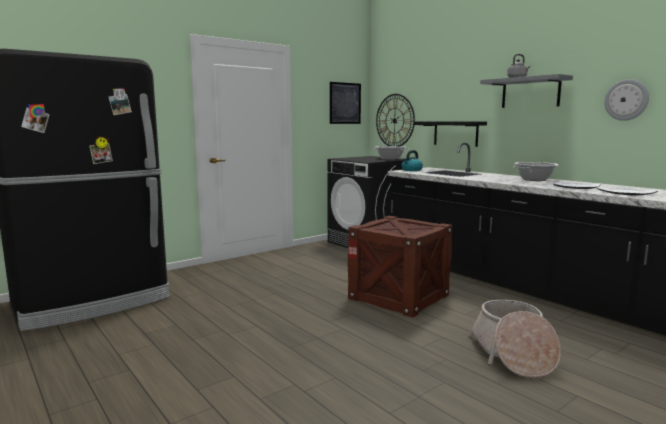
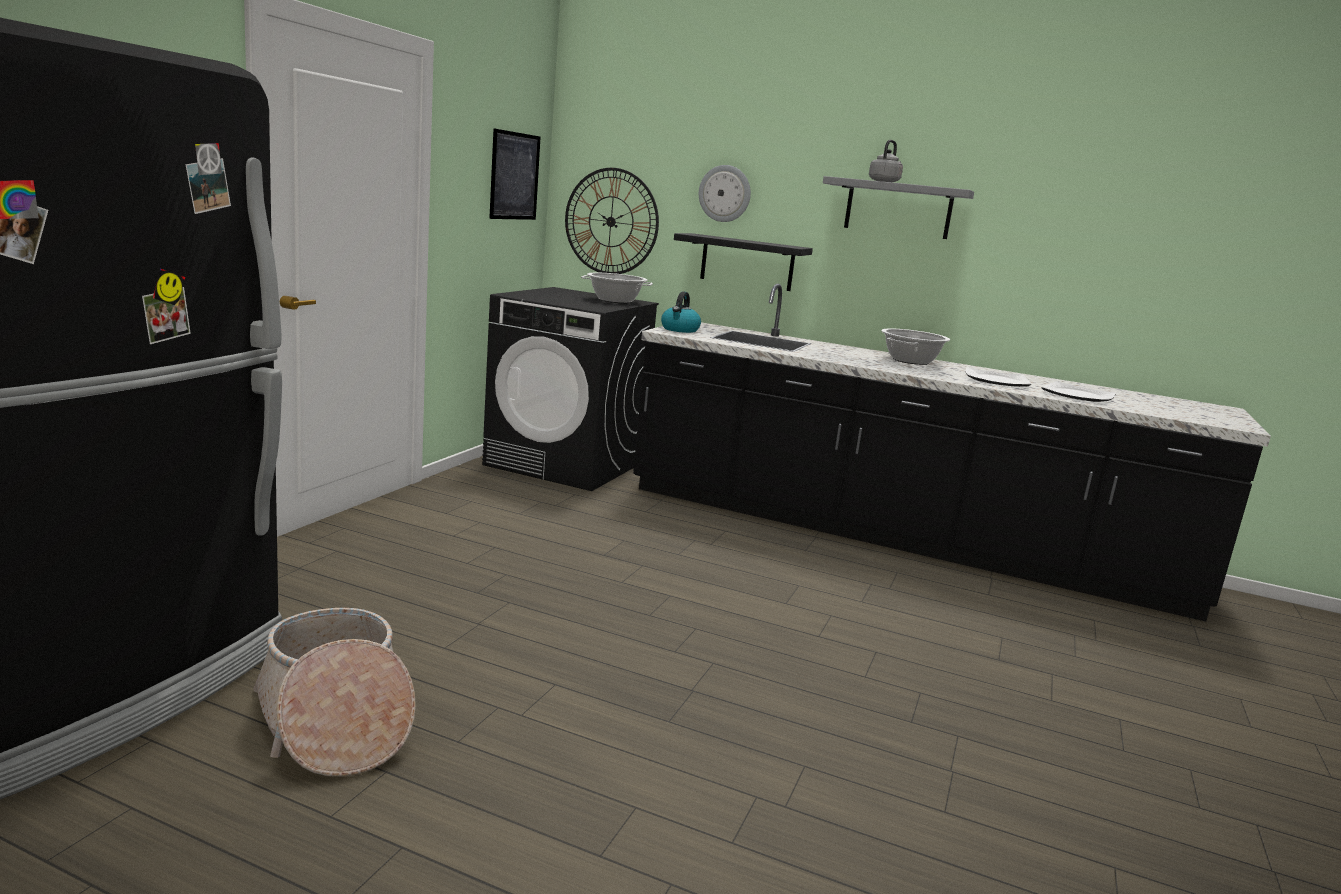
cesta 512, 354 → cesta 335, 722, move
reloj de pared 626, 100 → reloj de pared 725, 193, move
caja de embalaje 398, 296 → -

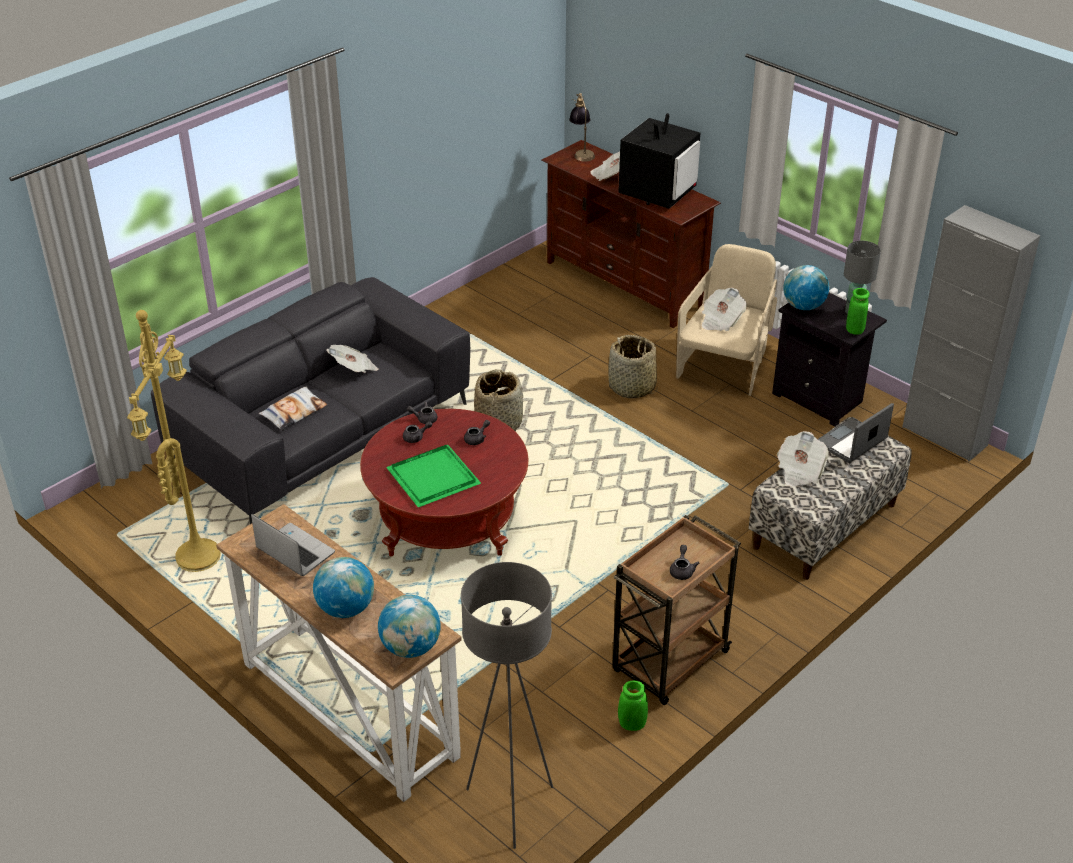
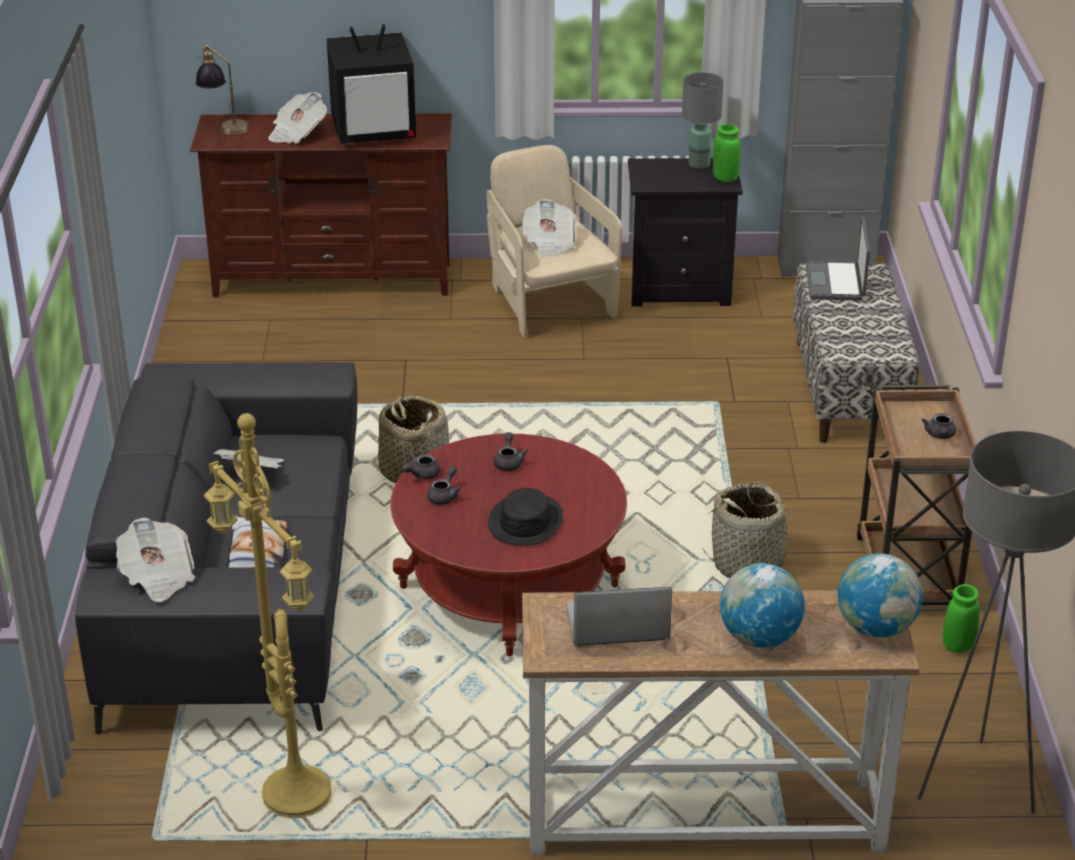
periódico 800, 471 → periódico 157, 577, move
televisor 658, 192 → televisor 374, 130, 90 degrees clockwise
bandeja [verde] 431, 477 → sombrero [negro] 525, 521
cesta 632, 387 → cesta 749, 563, move
tetera [gris] 682, 570 → tetera [gris] 940, 435, 135 degrees counterclockwise
globo terráqueo 803, 306 → -

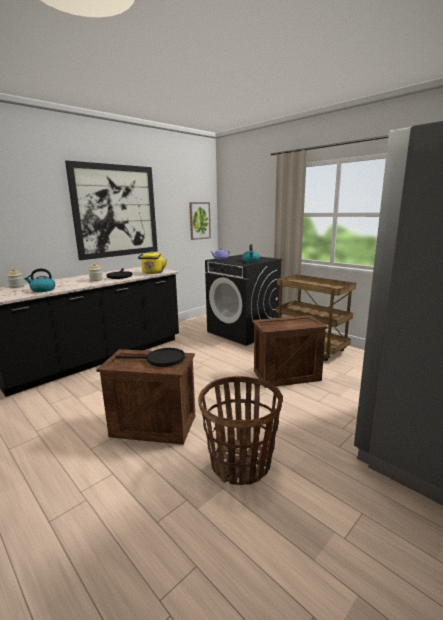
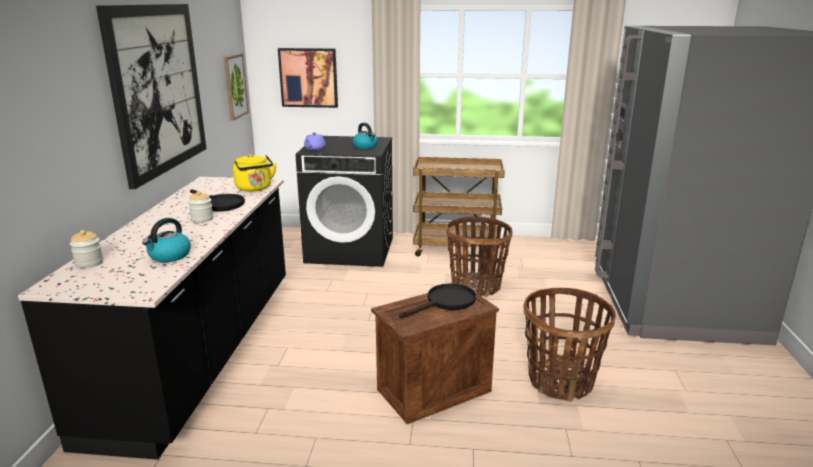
- → cuadro 308, 77
caja de embalaje 286, 375 → cesta 476, 286

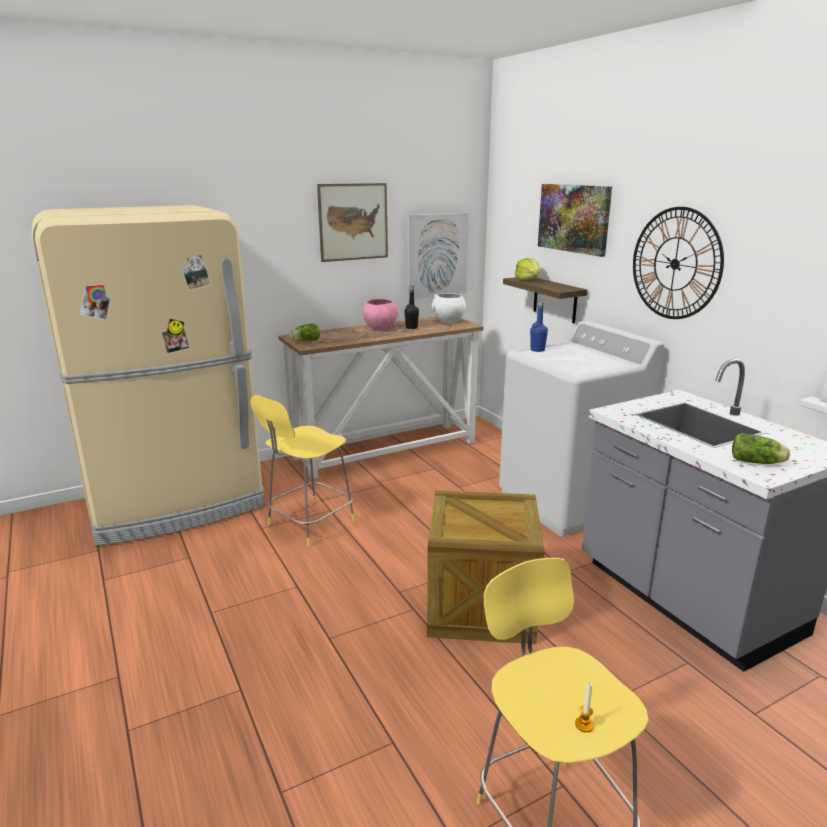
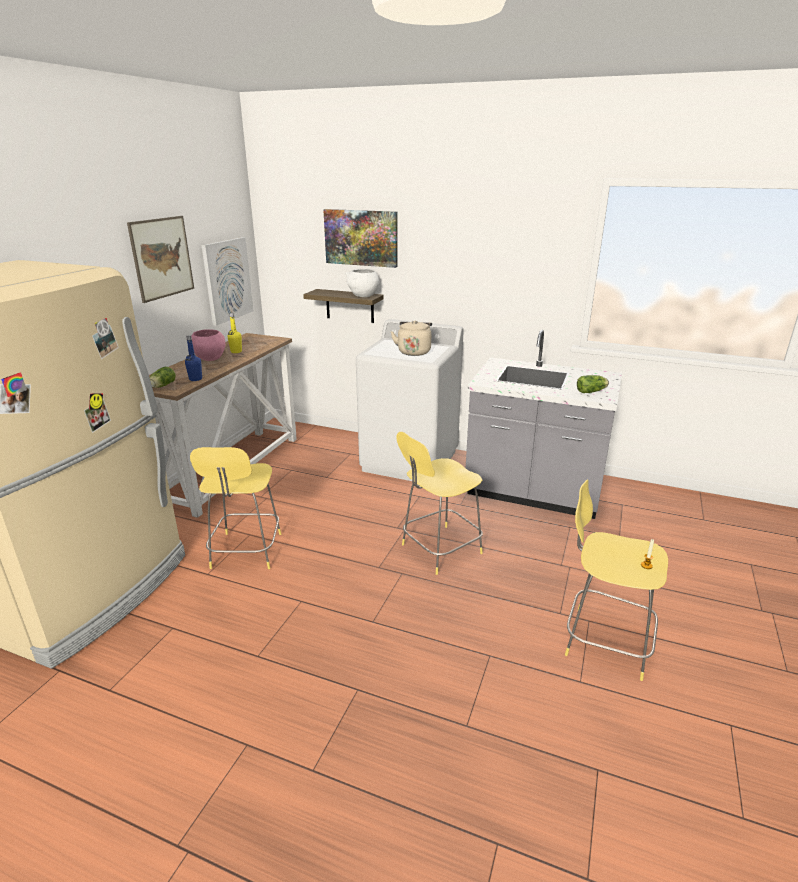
botella [azul] 537, 350 → botella [azul] 195, 379, move
botella [negro] 411, 327 → botella [amarillo] 236, 351
cuenco [blanco] 448, 321 → cuenco [blanco] 363, 296, move
- → hervidor [beis] 414, 351
caja de embalaje 481, 606 → taburete [amarillo] 439, 550
lechuga 528, 280 → -
reloj de pared 675, 264 → -

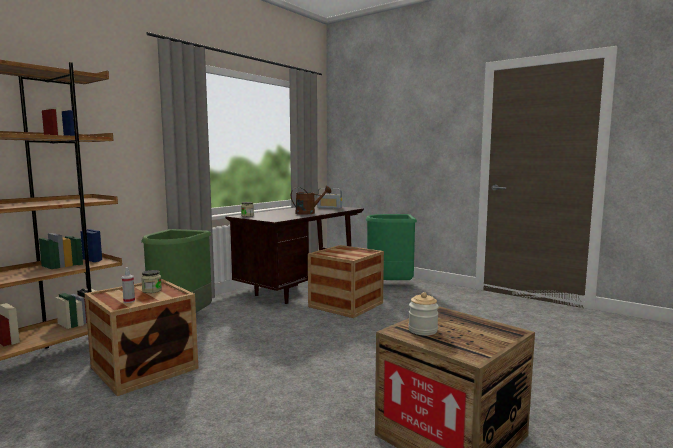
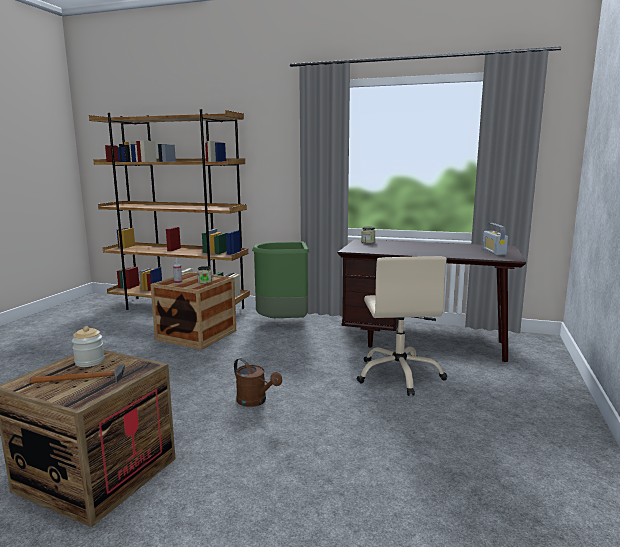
- → martillo 83, 379
regadera [marrón] 309, 213 → regadera [marrón] 255, 401, move
caja de embalaje 346, 305 → silla de oficina [beis] 399, 375
papelera [verde] 391, 285 → -

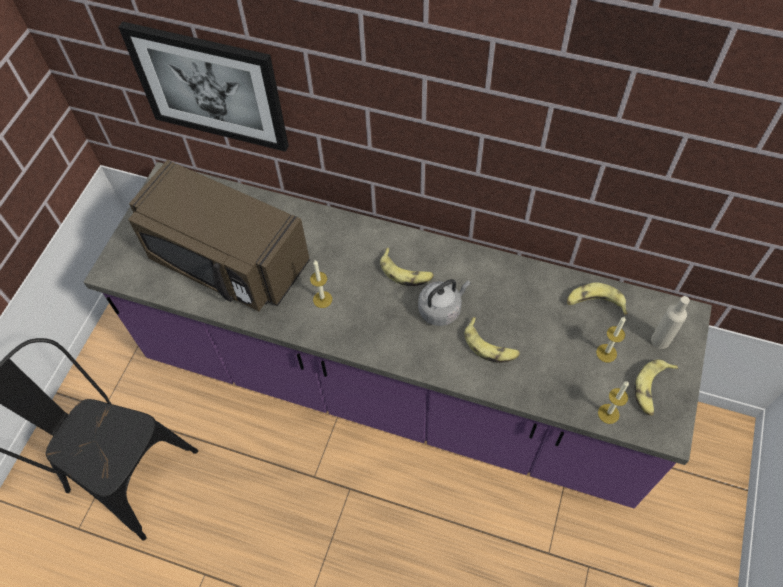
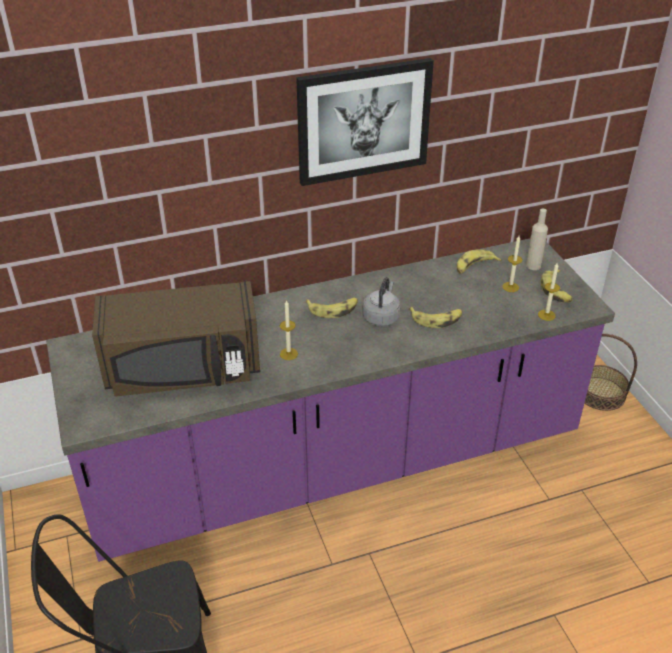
cuadro 209, 86 → cuadro 363, 121, move
- → cesta 601, 393

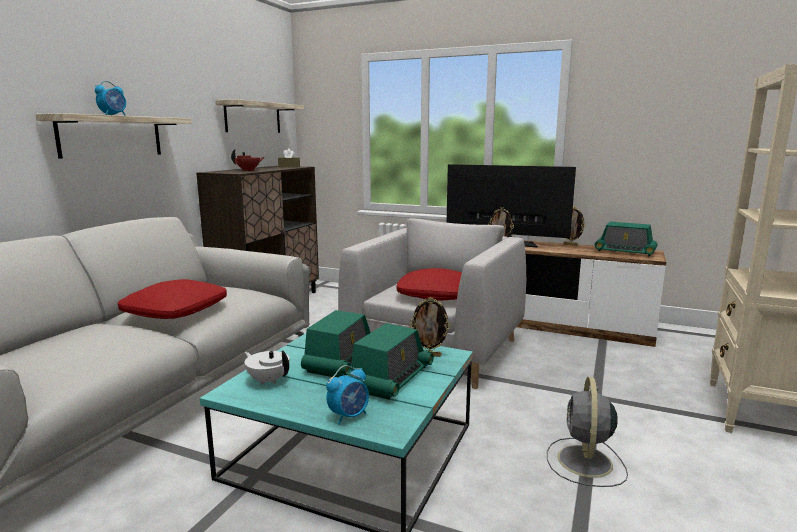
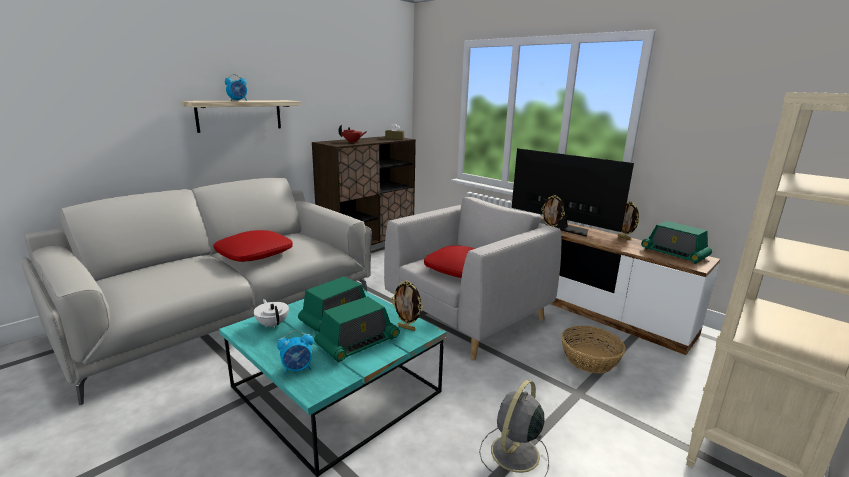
- → cesta 590, 360
estante 253, 117 → -

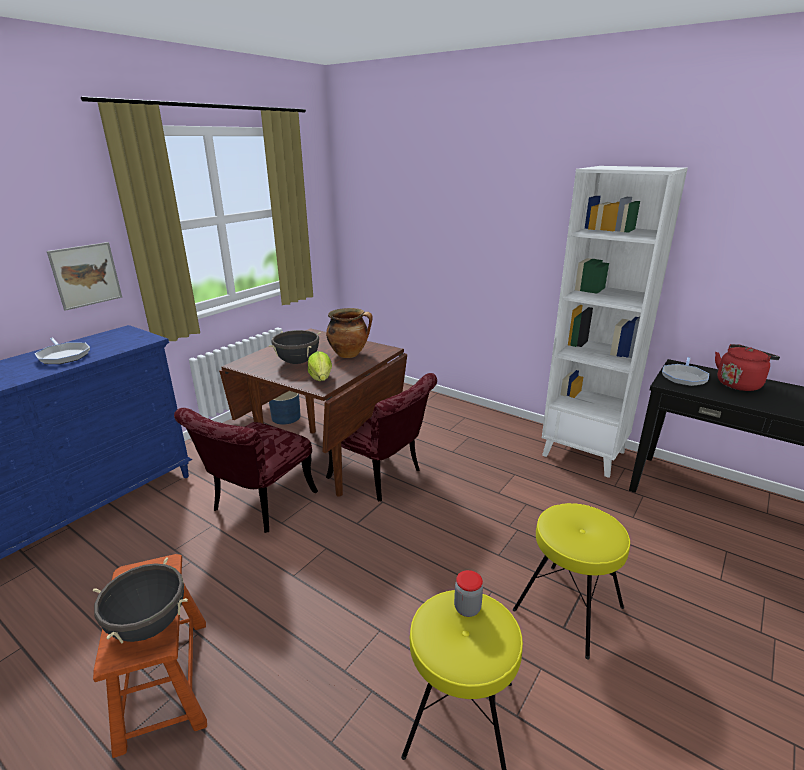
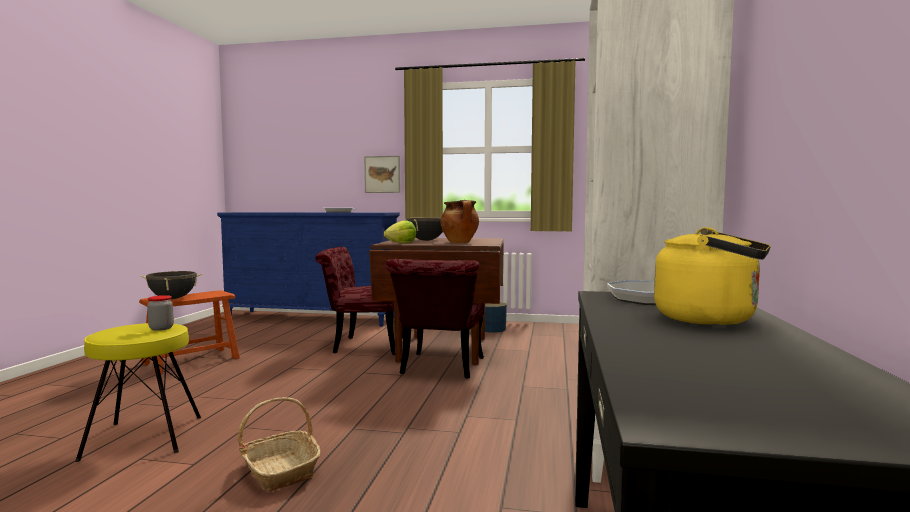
taburete [amarillo] 567, 608 → cesta 280, 470
hervidor [rojo] 739, 384 → hervidor [amarillo] 711, 319

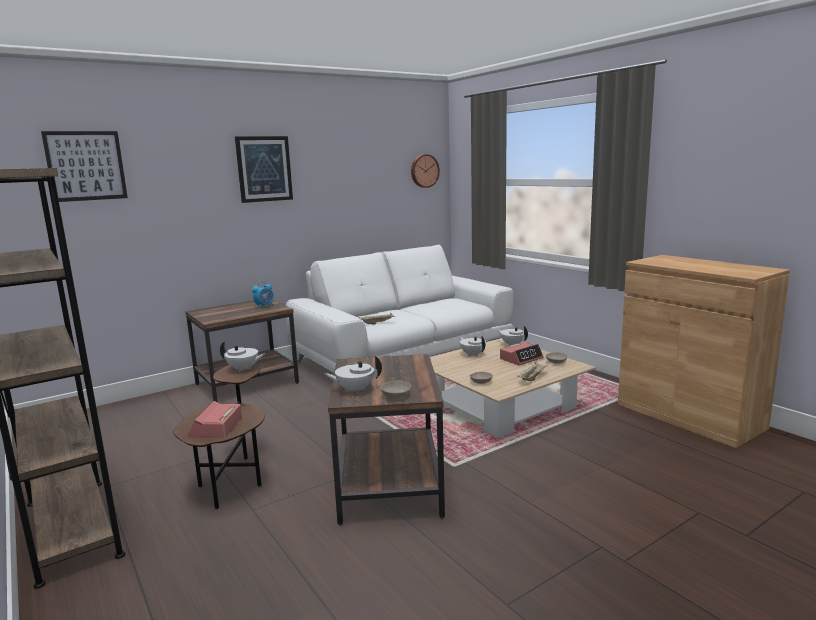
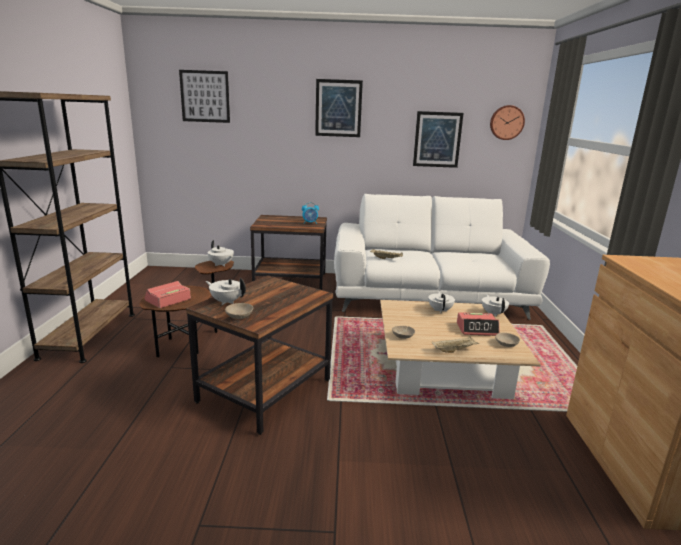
- → cuadro 437, 139

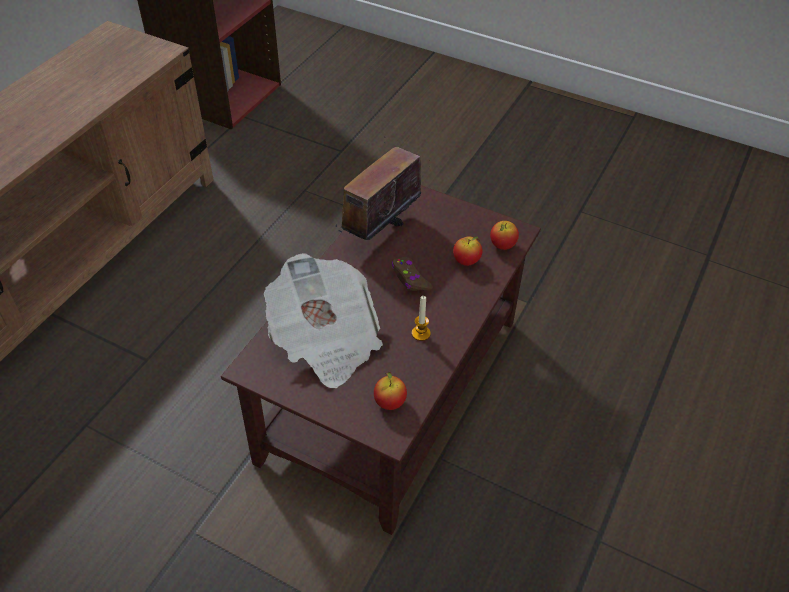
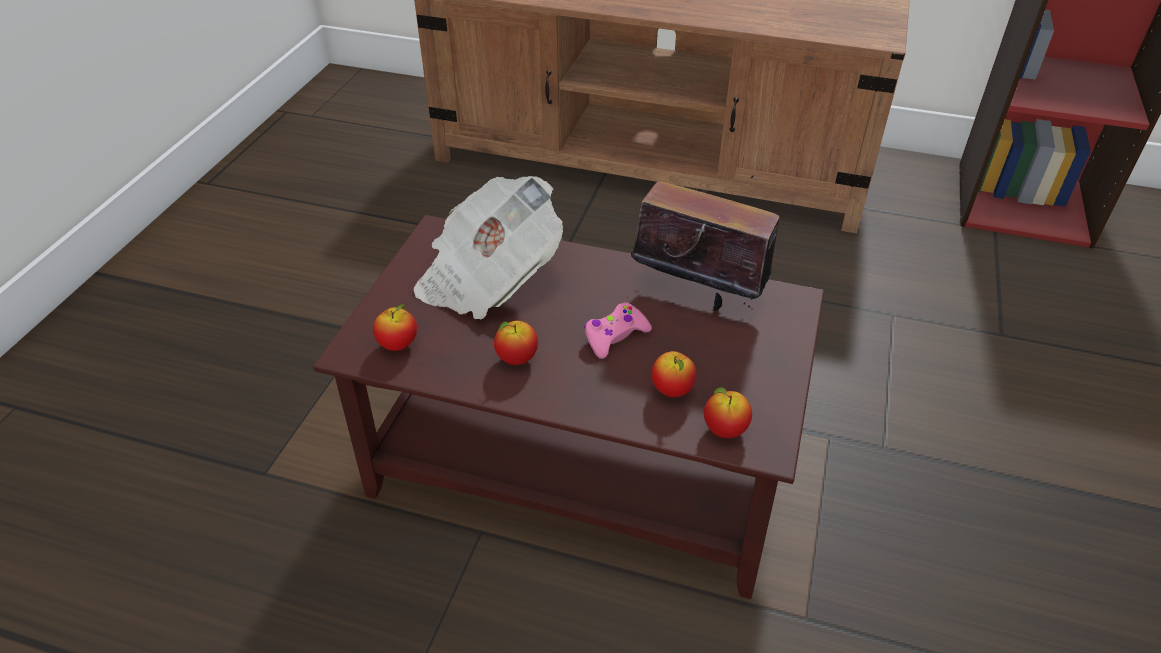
vela 421, 333 → manzana 517, 358
mando de consola [marrón] 410, 279 → mando de consola [rosa] 615, 336

